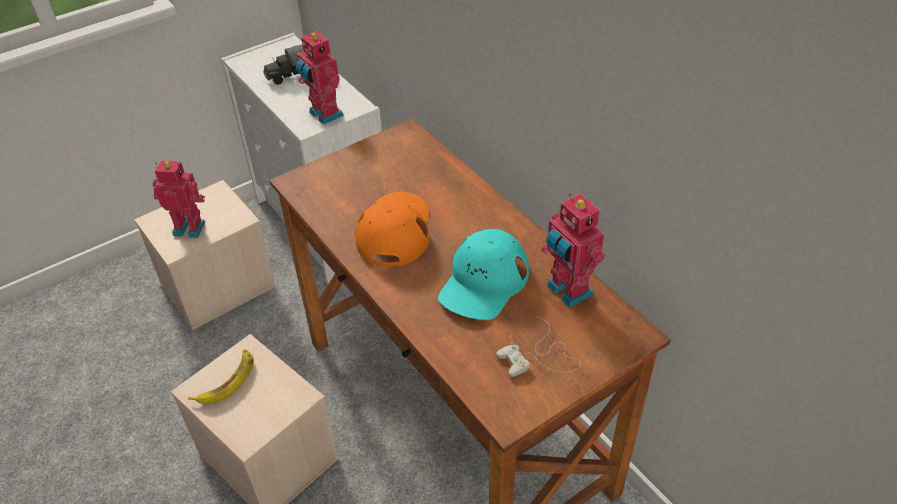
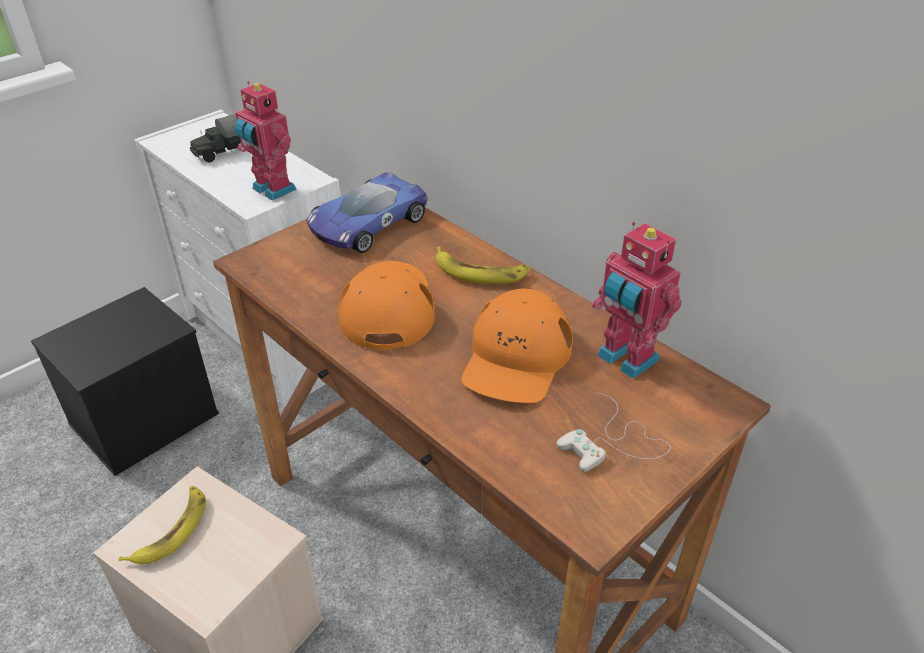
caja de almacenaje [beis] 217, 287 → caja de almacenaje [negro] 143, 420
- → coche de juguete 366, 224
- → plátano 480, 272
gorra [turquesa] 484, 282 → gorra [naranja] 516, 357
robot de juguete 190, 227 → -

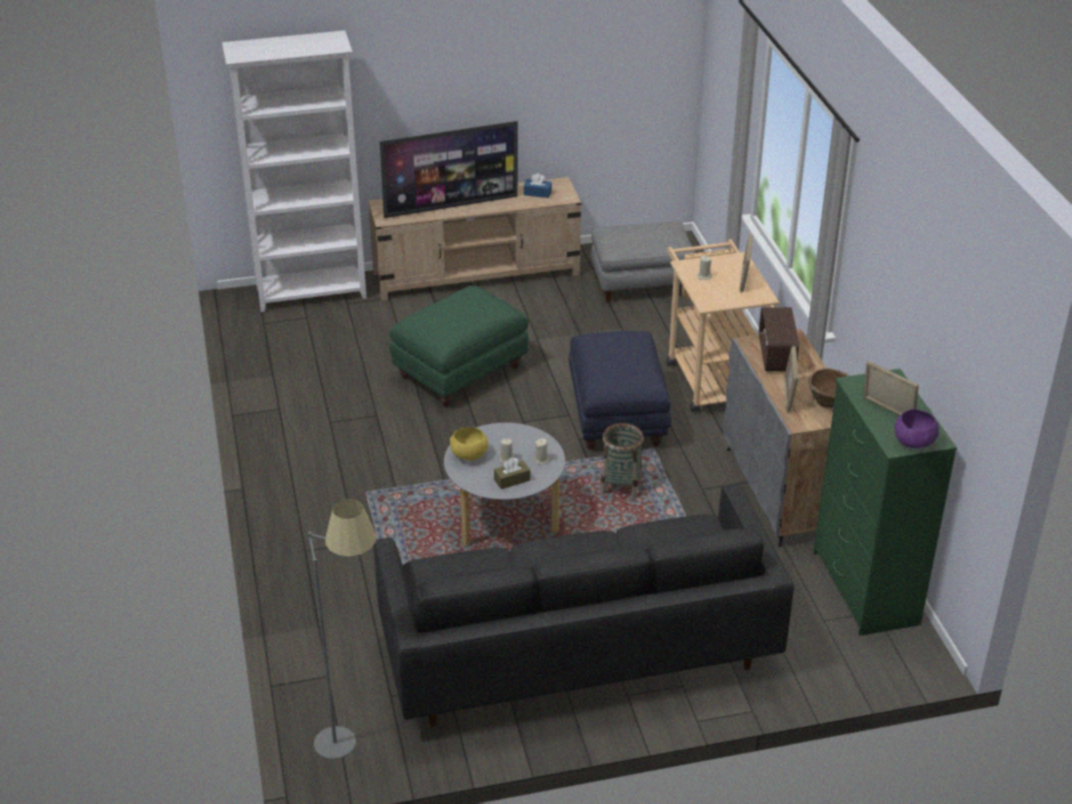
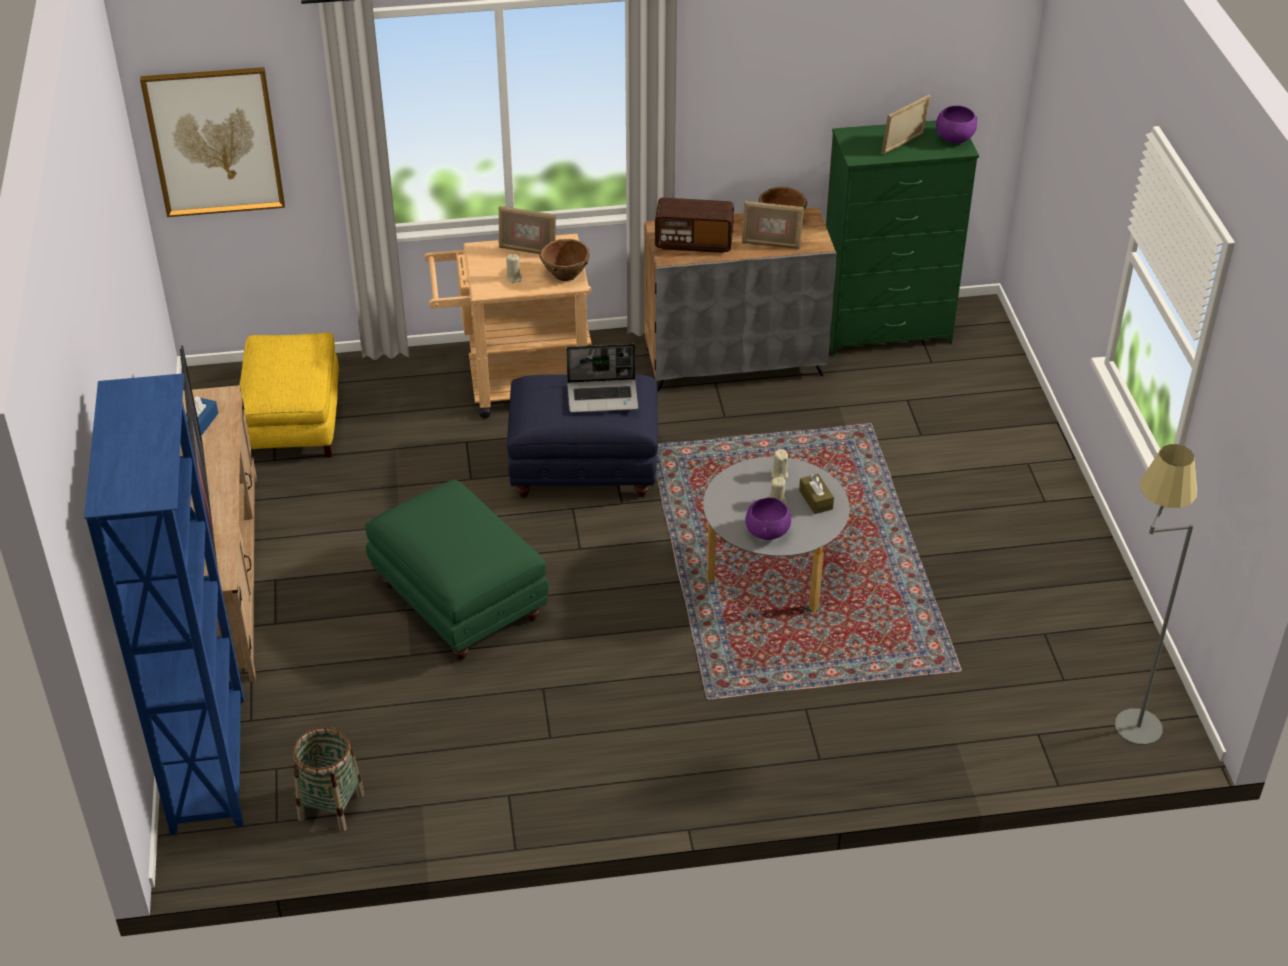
estantería [blanco] 312, 294 → estantería [azul] 210, 762
- → cuadro 214, 141
puf [gris] 641, 282 → puf [amarillo] 292, 422
cesta 621, 486 → cesta 331, 806, move
- → cuenco [marrón] 565, 275
- → portátil 603, 397
cuenco [amarillo] 469, 455 → cuenco [morado] 767, 533
sofá [negro] 576, 652 → -

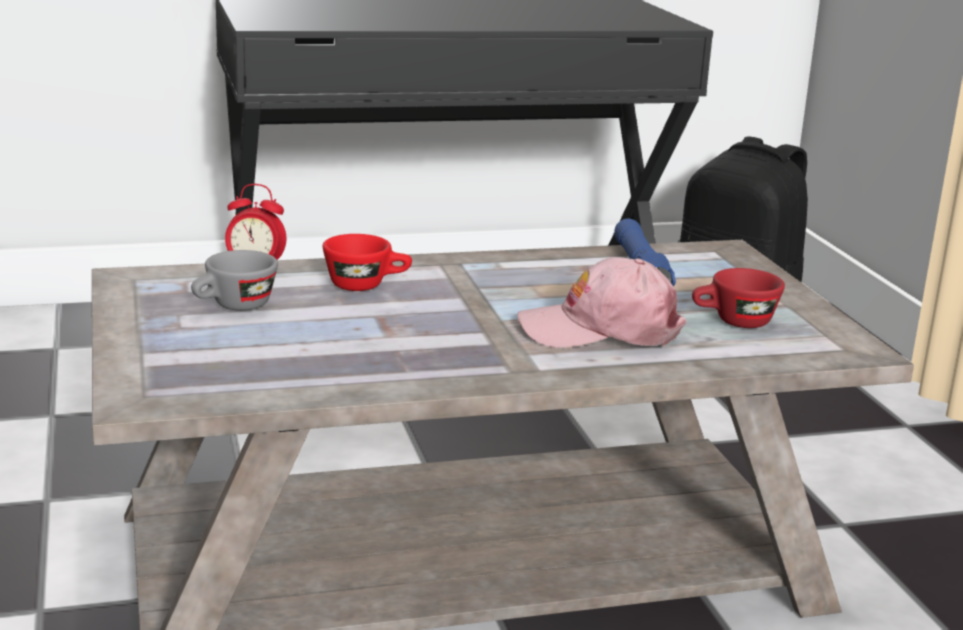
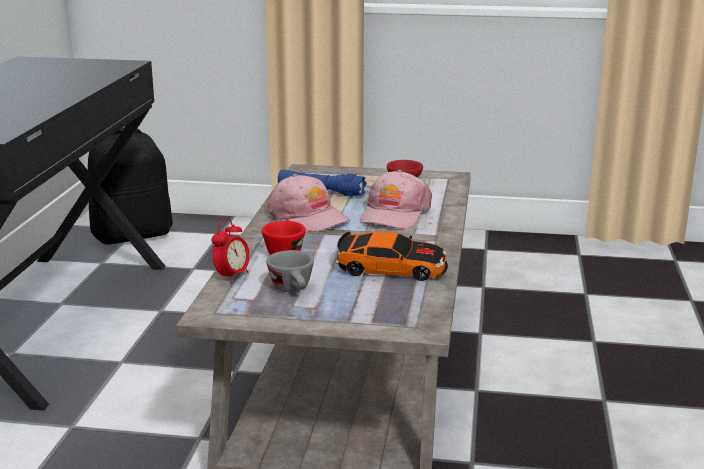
- → gorra [rosa] 308, 217
- → coche de juguete 391, 267

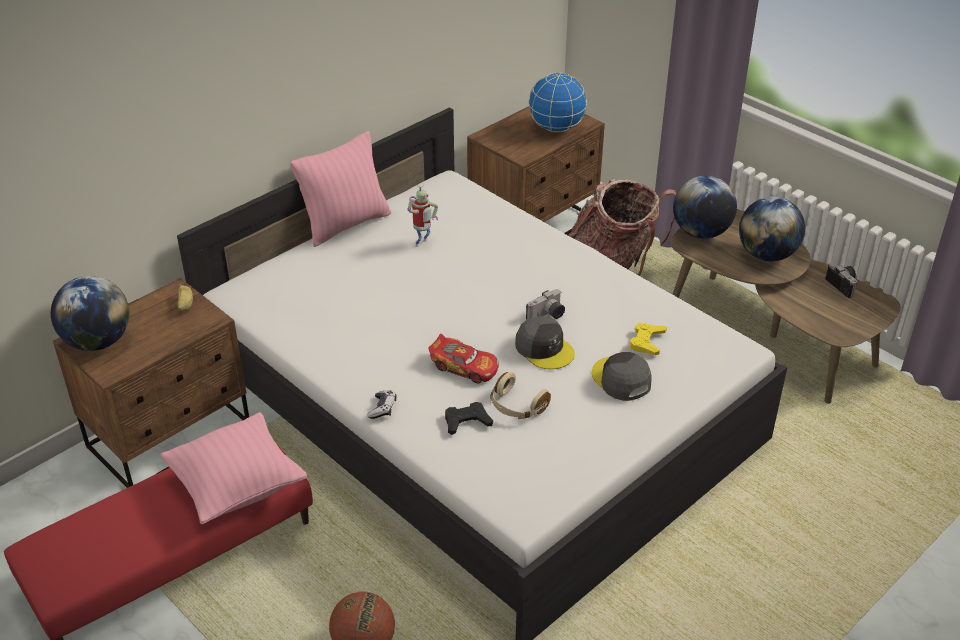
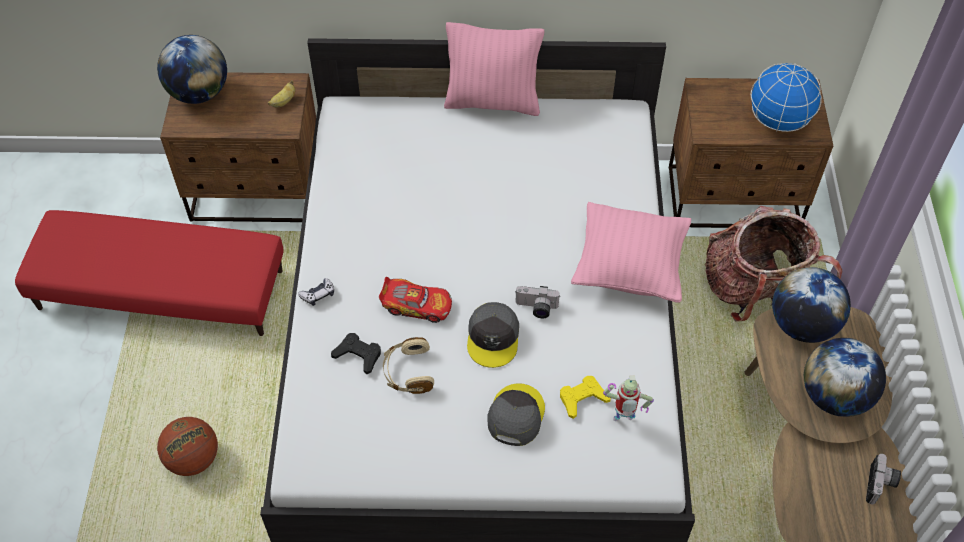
coche de juguete 464, 366 → coche de juguete 416, 305, 60 degrees counterclockwise
cojín [rosa] 237, 487 → cojín [rosa] 629, 268, move
robot de juguete 422, 244 → robot de juguete 622, 421, move

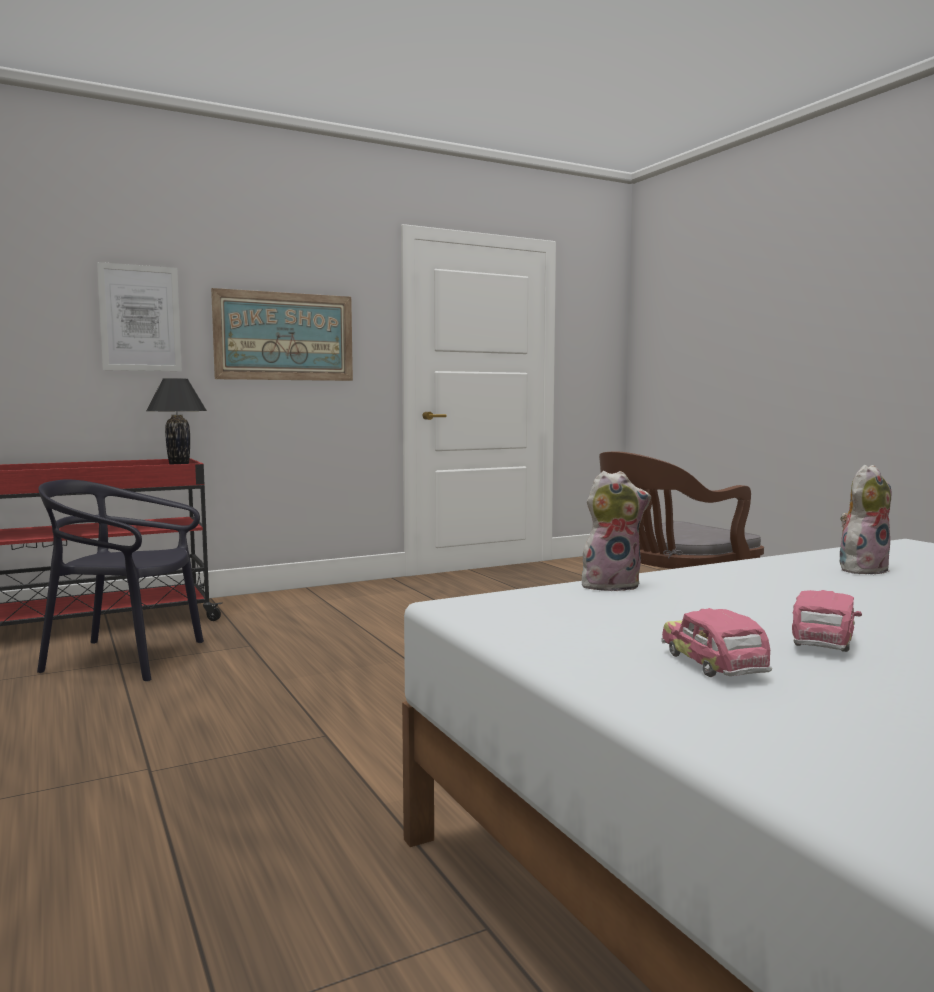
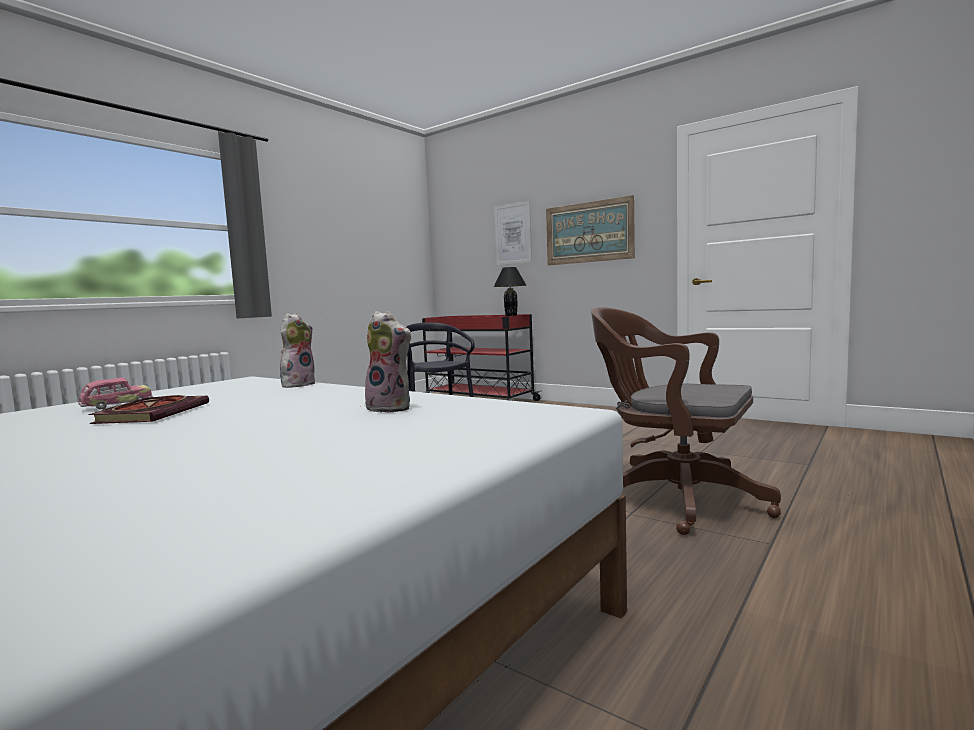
coche de juguete 823, 642 → libro 153, 413
peluche 611, 585 → peluche 298, 384, 120 degrees counterclockwise

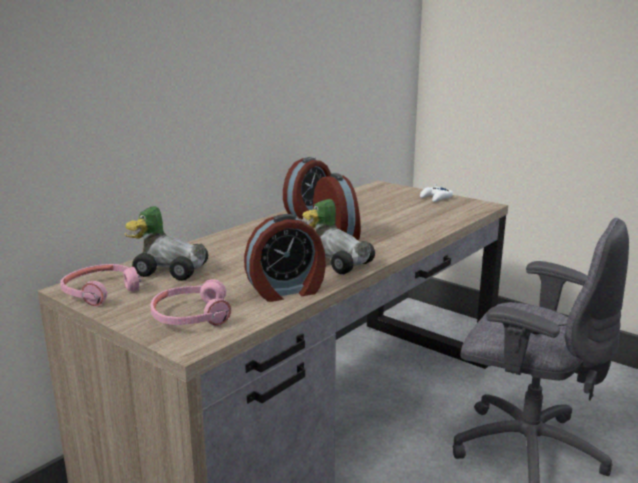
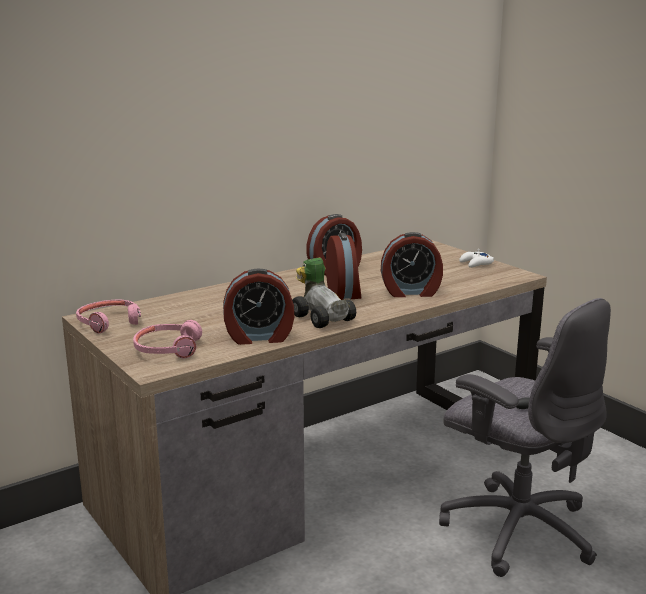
- → despertador 411, 292
coche de juguete 168, 269 → -

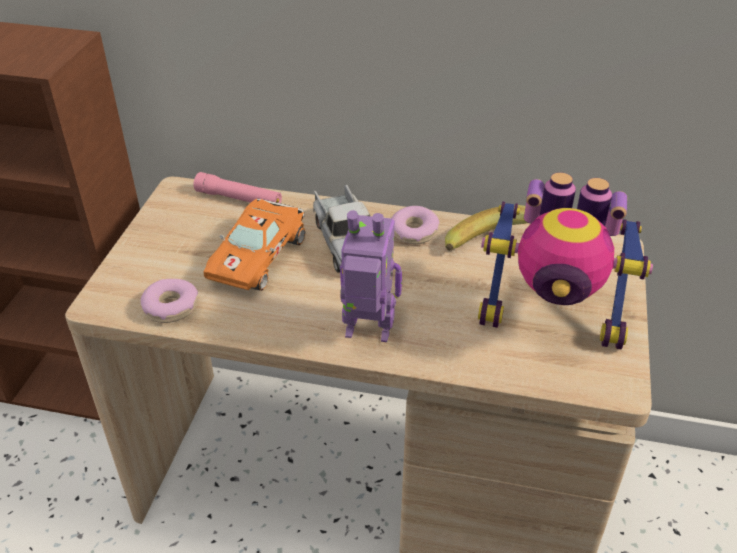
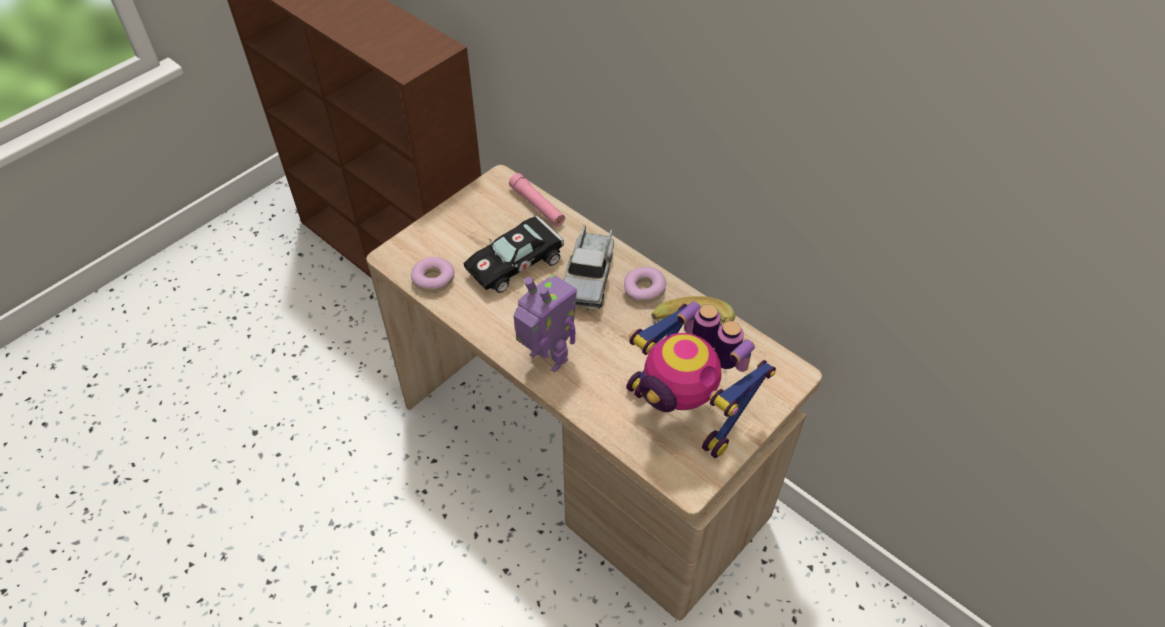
coche de juguete [naranja] 258, 255 → coche de juguete [negro] 517, 262

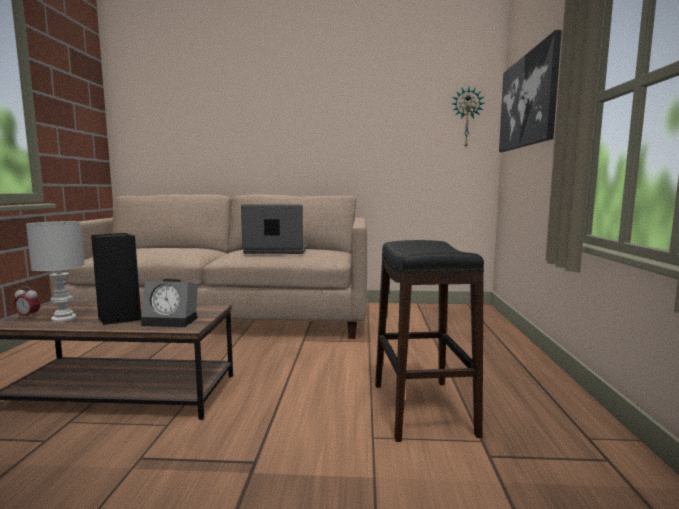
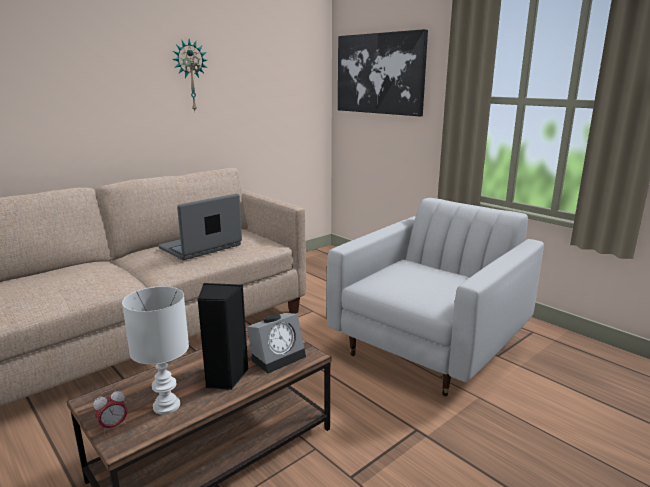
reloj de pared 466, 117 → reloj de pared 190, 76, move
taburete [negro] 423, 409 → sillón [blanco] 431, 346

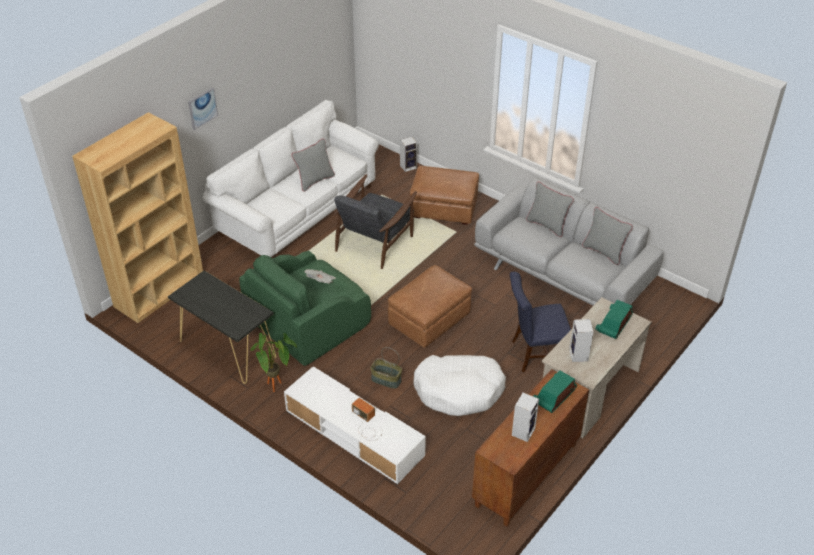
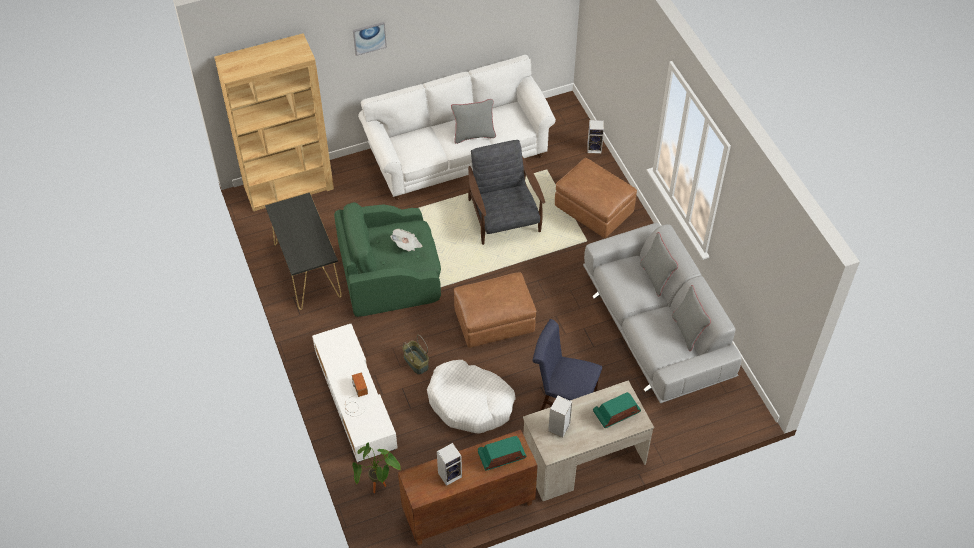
planta en maceta 277, 388 → planta en maceta 379, 490, move
sillón [gris] 374, 242 → sillón [gris] 504, 218, 105 degrees clockwise

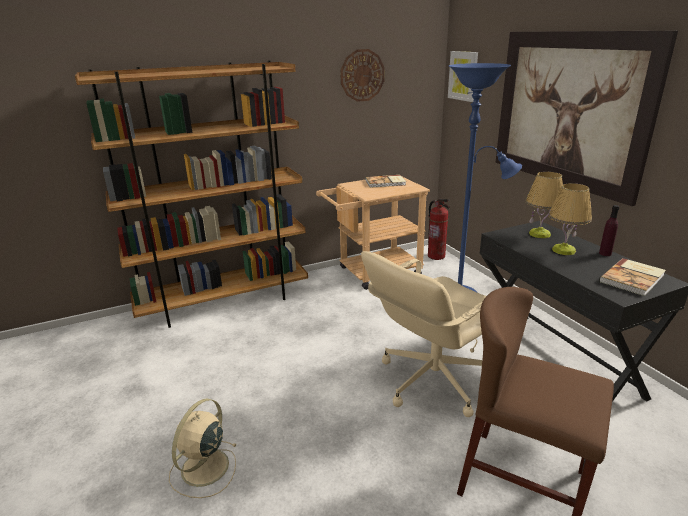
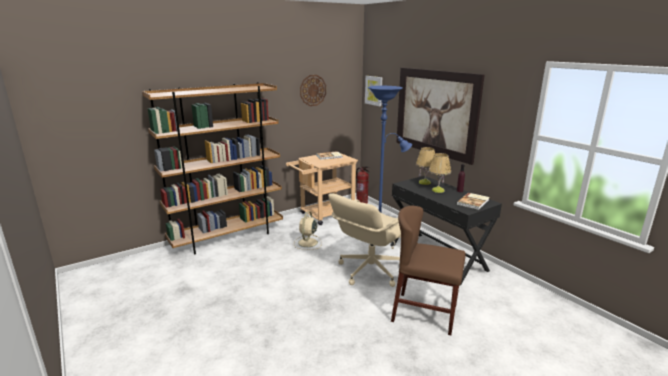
ventilador [beis] 203, 469 → ventilador [beis] 307, 243, move

